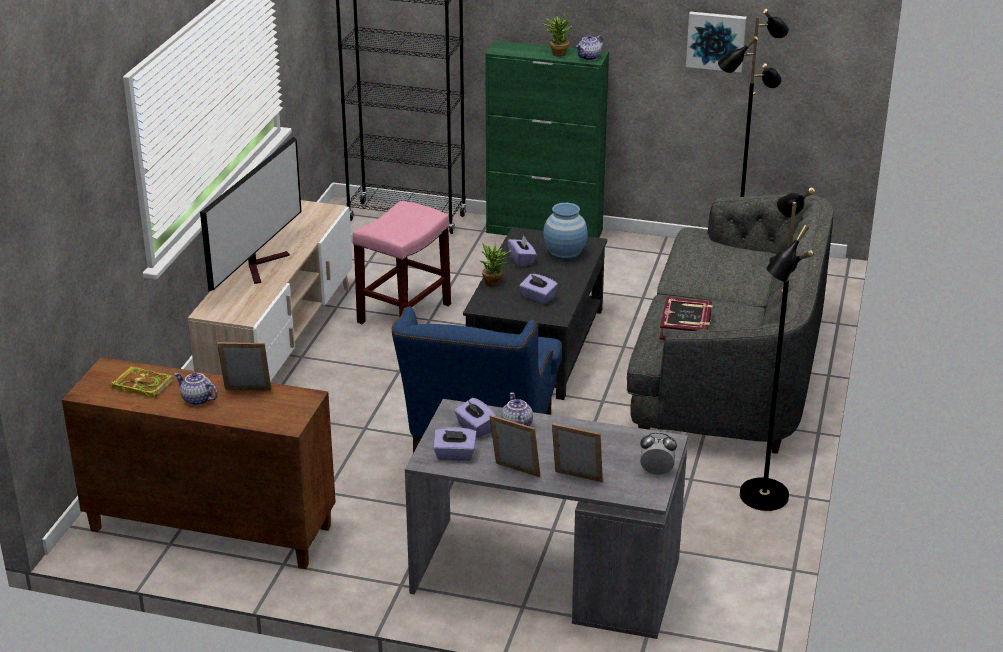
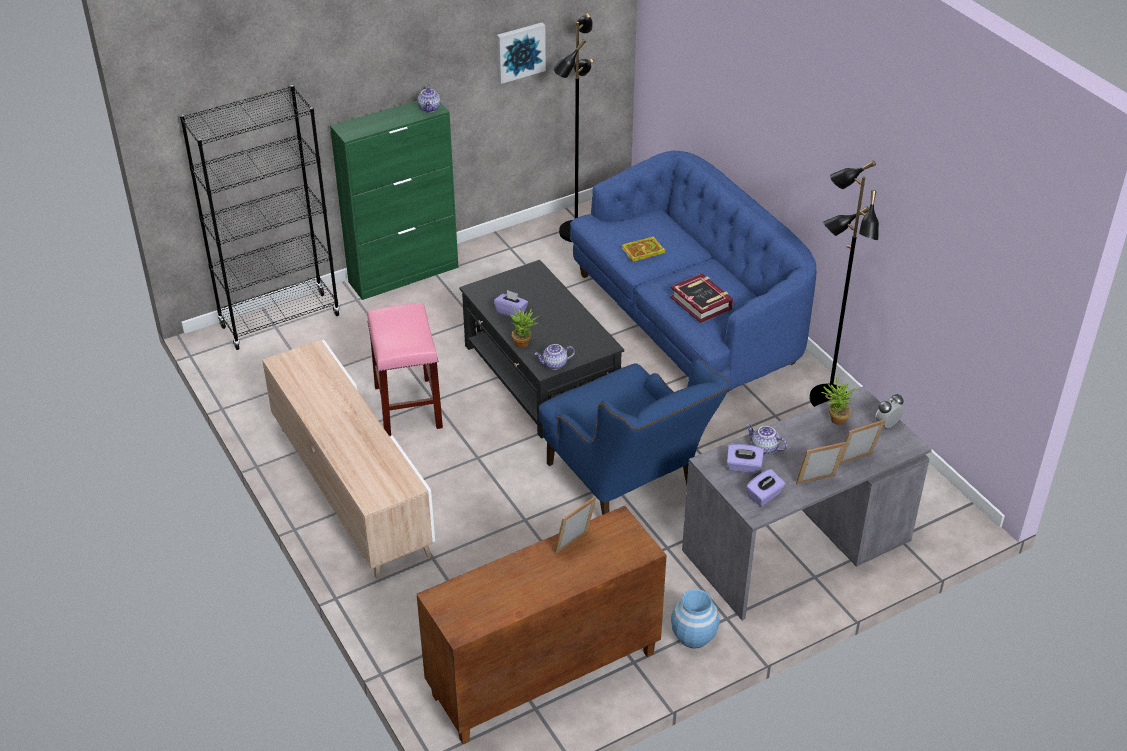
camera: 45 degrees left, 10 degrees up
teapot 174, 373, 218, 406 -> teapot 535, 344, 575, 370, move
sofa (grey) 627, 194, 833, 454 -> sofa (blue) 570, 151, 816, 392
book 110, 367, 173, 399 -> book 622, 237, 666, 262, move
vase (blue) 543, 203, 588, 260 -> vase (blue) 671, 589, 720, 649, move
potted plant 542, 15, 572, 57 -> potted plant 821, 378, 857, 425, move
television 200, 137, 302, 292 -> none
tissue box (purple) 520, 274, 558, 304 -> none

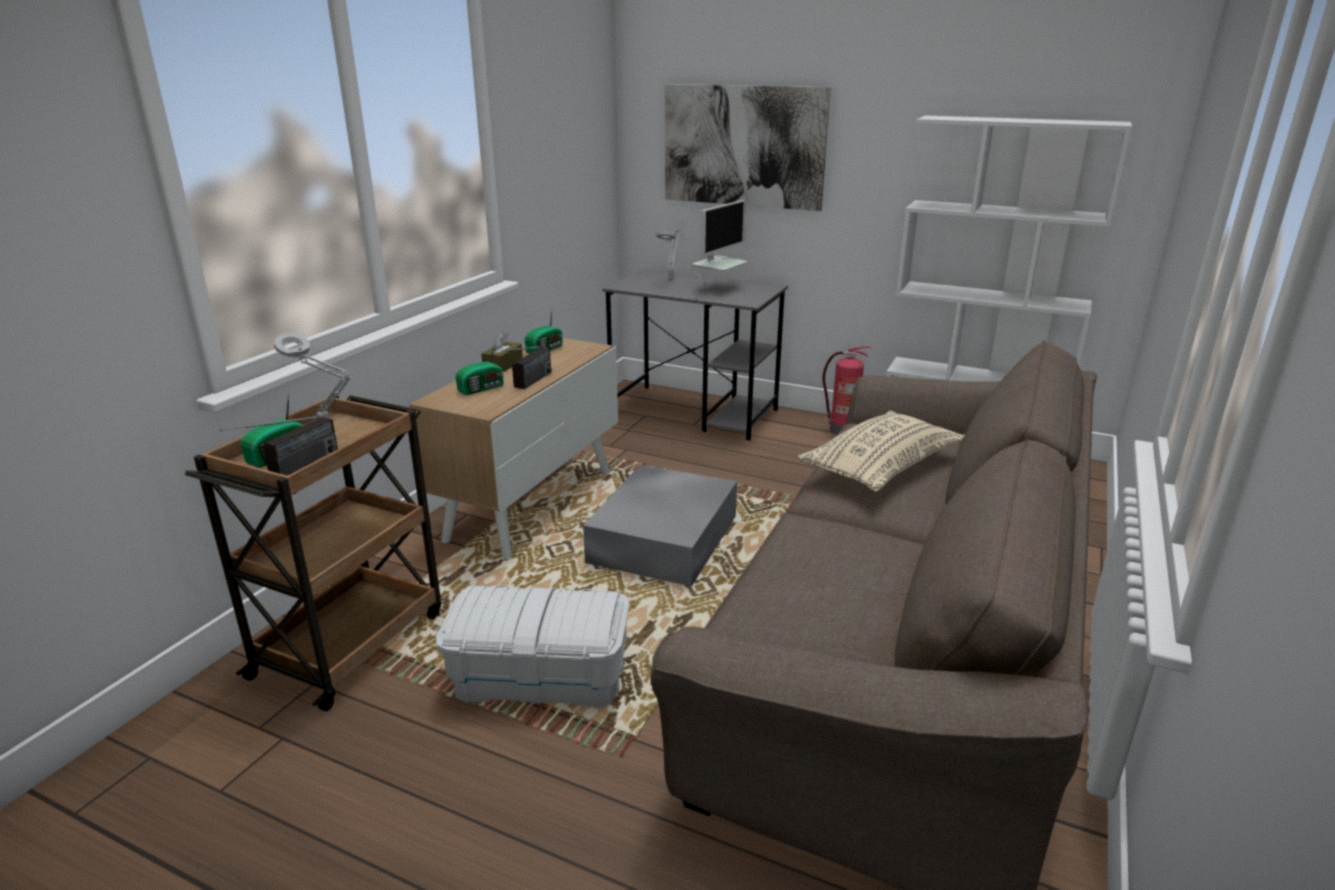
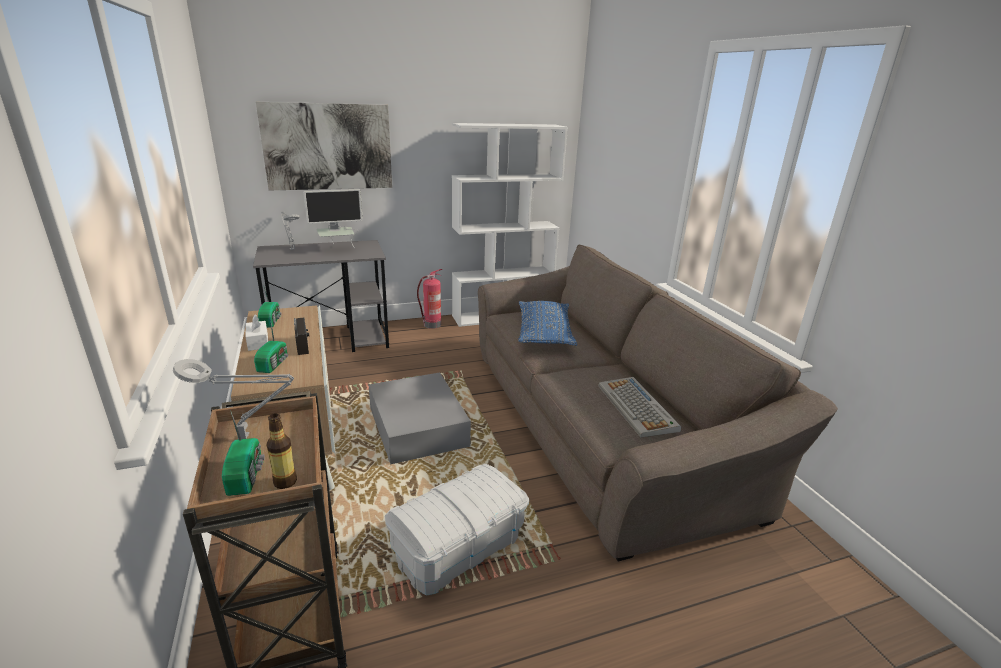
camera: 45 degrees left, 0 degrees up
tissue box (brown) 481, 332, 523, 372 -> tissue box (white) 246, 315, 268, 351
radio 220, 416, 338, 476 -> bottle 266, 413, 297, 489
monitor 692, 200, 748, 284 -> monitor 303, 189, 363, 248, 75 degrees clockwise
pillow (beige) 798, 411, 964, 492 -> pillow (blue) 518, 301, 577, 346
none -> keyboard 599, 377, 682, 437

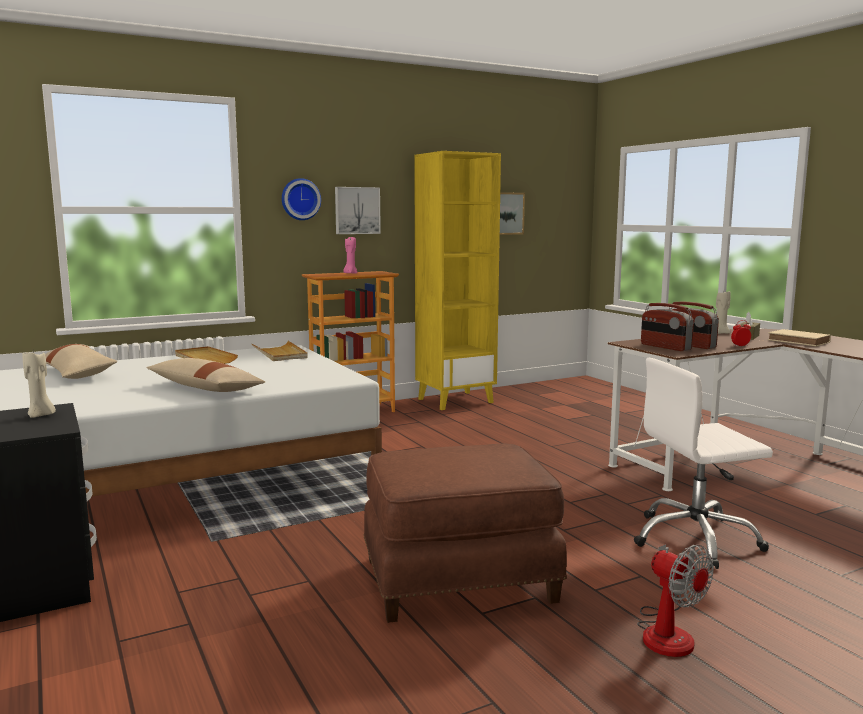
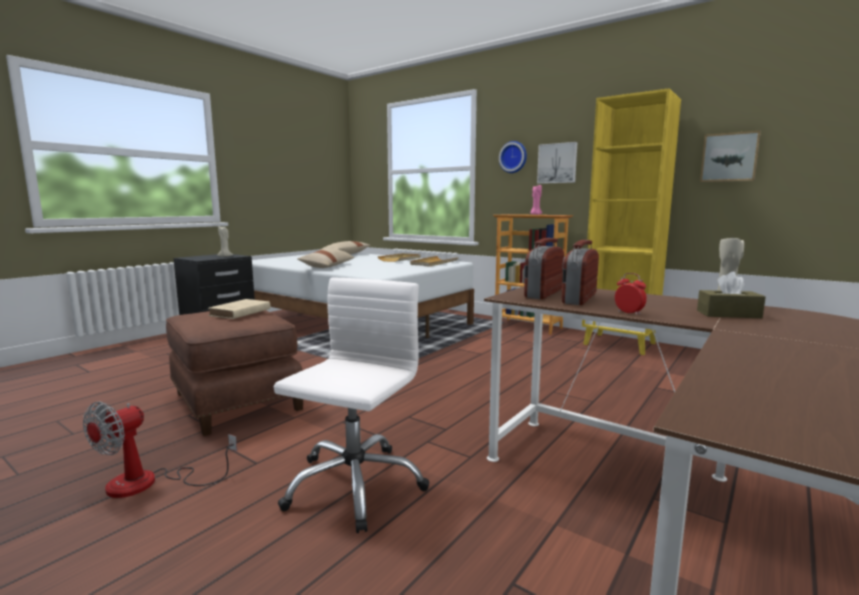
camera: 65 degrees right, 0 degrees up
book (beige) 768, 329, 831, 346 -> book (beige) 208, 299, 271, 319, move
office chair (white) 634, 358, 773, 569 -> office chair (white) 274, 278, 429, 533, 60 degrees clockwise

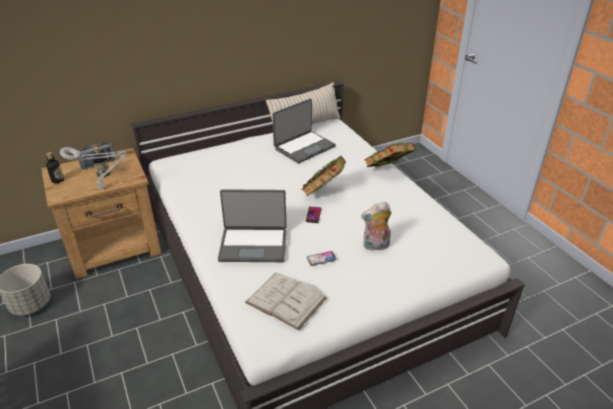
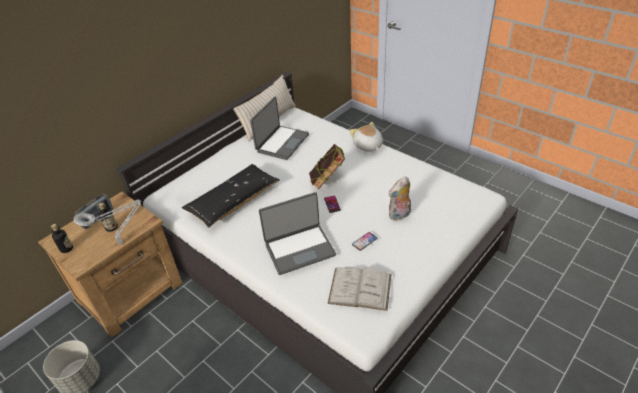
camera: 20 degrees left, 5 degrees up
none -> pillow (black) 182, 164, 280, 228
book 364, 142, 415, 167 -> plush toy 350, 122, 383, 152

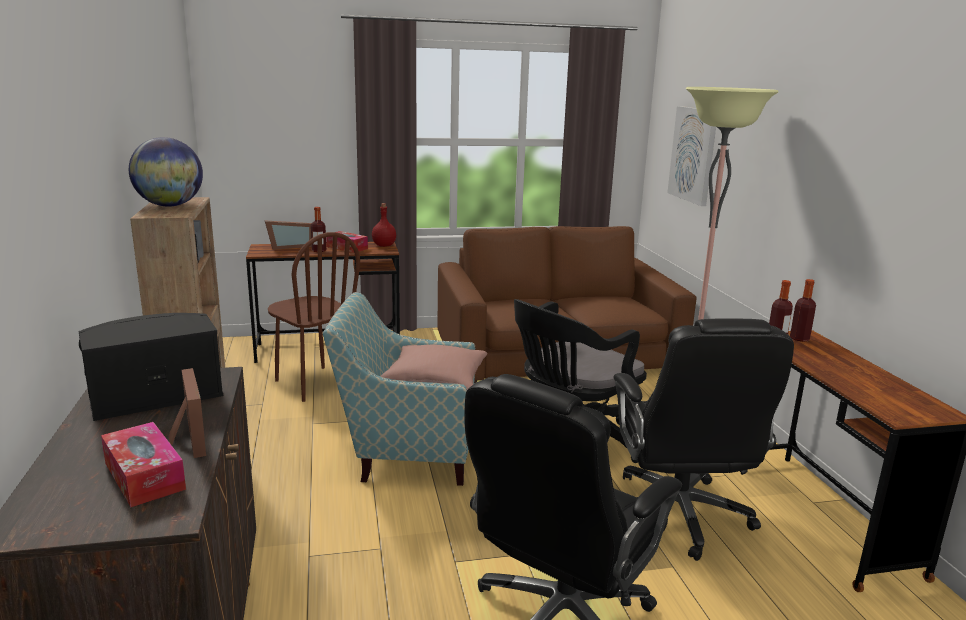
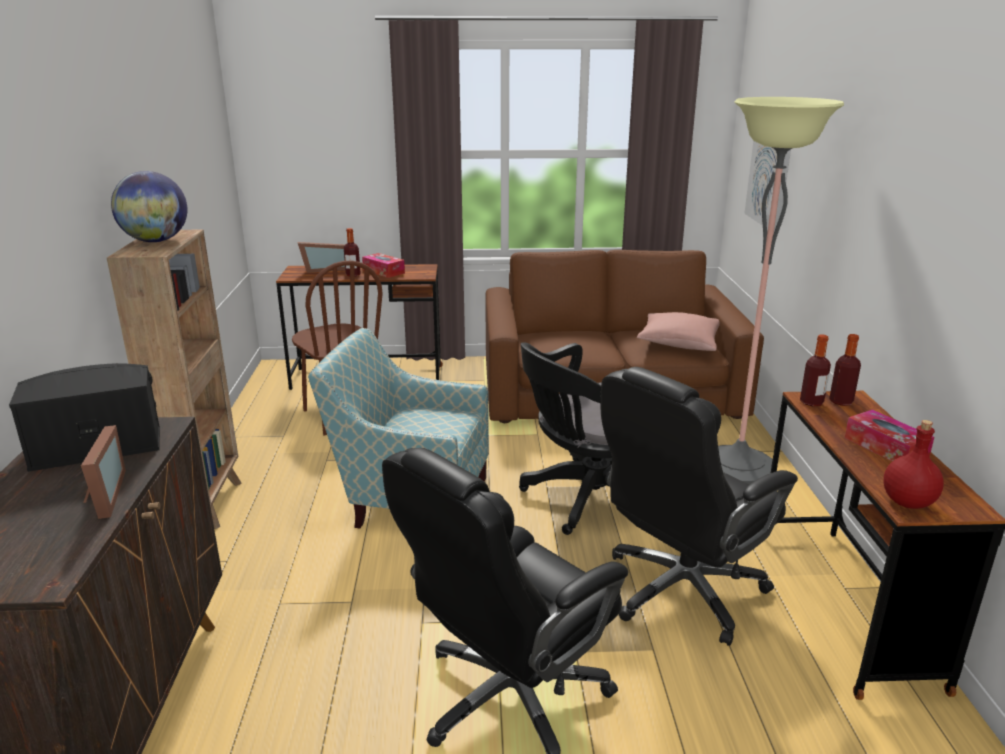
camera: 10 degrees right, 5 degrees up
office chair (black) 614, 318, 794, 561 -> office chair (black) 600, 367, 798, 646, 45 degrees clockwise
pillow (pink) 380, 345, 487, 390 -> pillow (pink) 637, 312, 720, 351, move
tissue box 101, 422, 186, 507 -> tissue box 845, 410, 934, 461, move
bottle (red) 372, 203, 396, 247 -> bottle (red) 883, 420, 944, 509, move

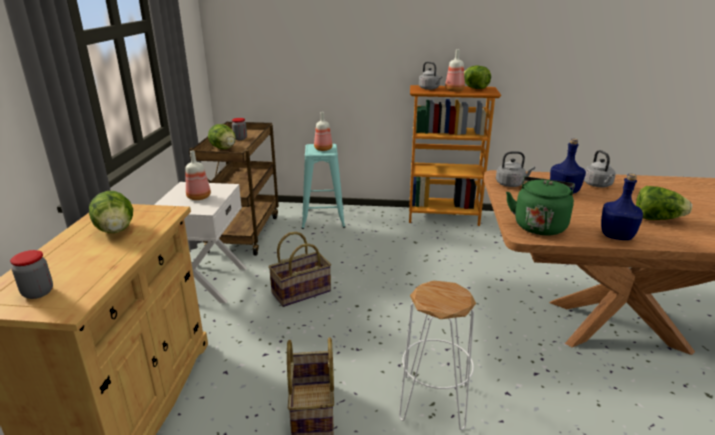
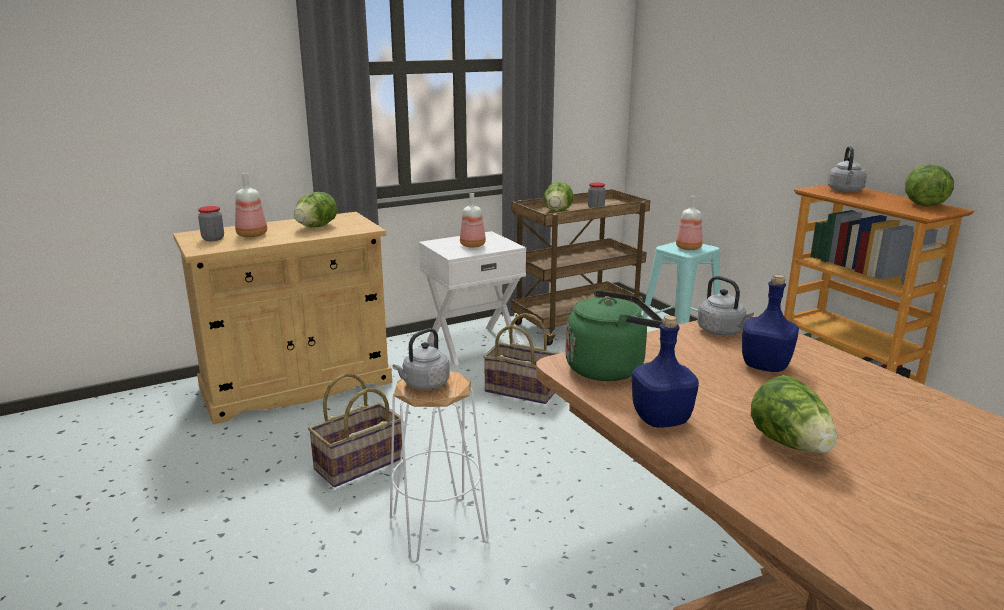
camera: 55 degrees right, 5 degrees down
bottle 445, 49, 465, 92 -> bottle 235, 173, 267, 237, move
kettle (grey) 584, 150, 616, 187 -> kettle (grey) 392, 328, 450, 390, move

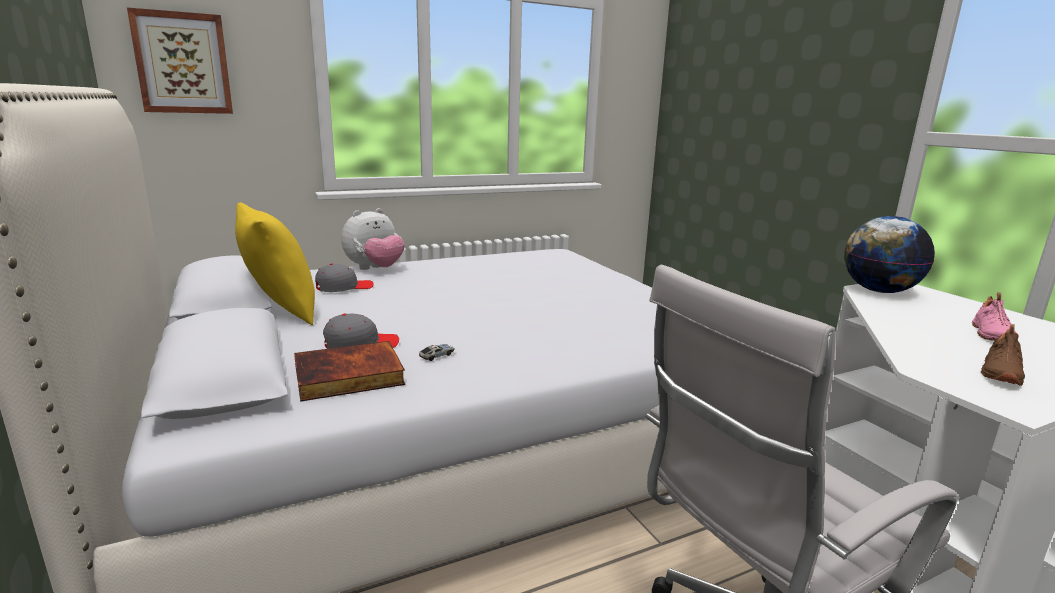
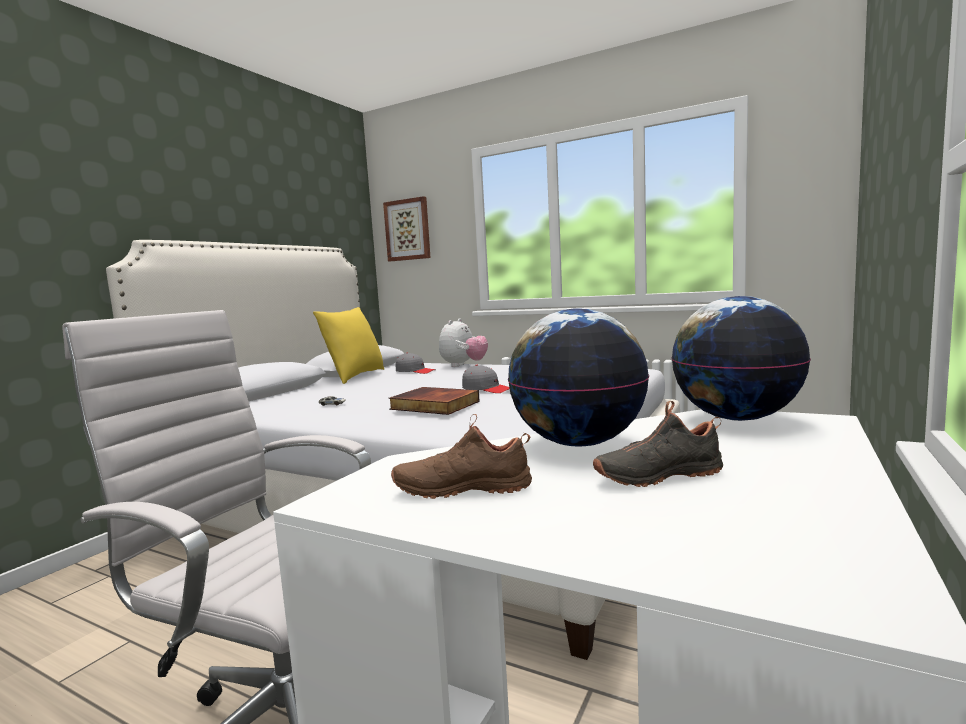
camera: 55 degrees right, 10 degrees down
book 294, 341, 405, 402 -> book 389, 387, 480, 415, move
plush toy 341, 208, 405, 270 -> plush toy 439, 318, 488, 367, 75 degrees counterclockwise
cap (grey) 323, 314, 399, 349 -> cap (grey) 462, 365, 510, 393, move
none -> globe 508, 308, 649, 446
shoe (pink) 972, 293, 1019, 341 -> shoe (black) 593, 401, 723, 487

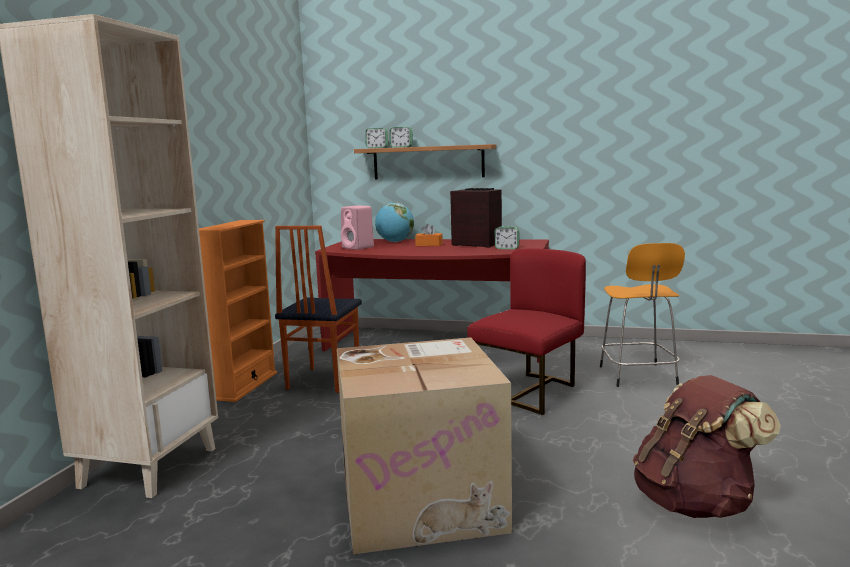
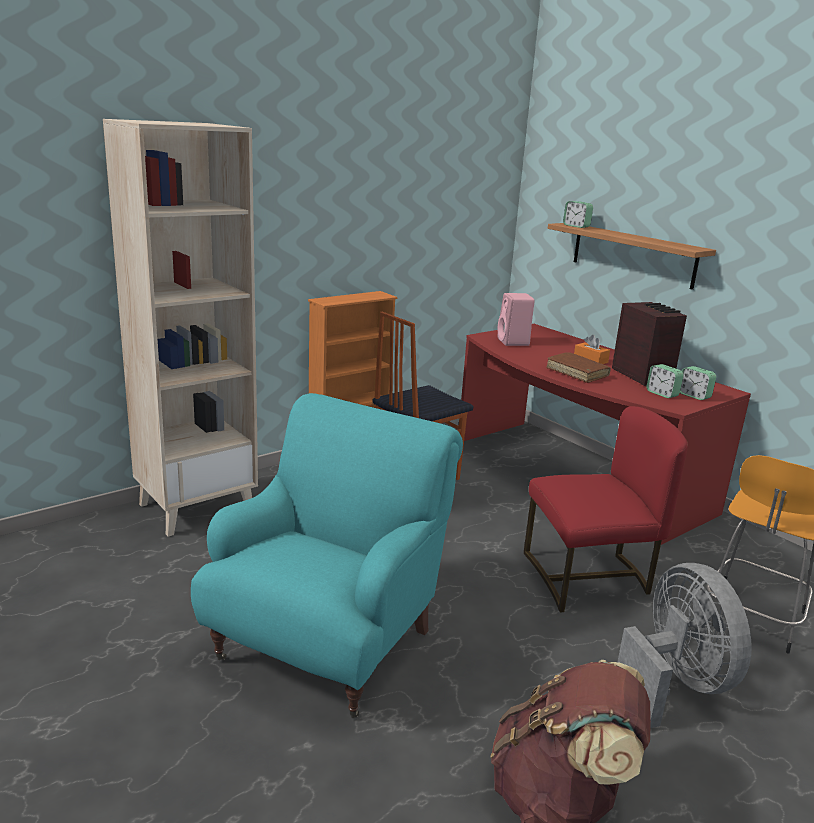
camera: 35 degrees right, 10 degrees up
cardboard box 337, 337, 512, 554 -> armchair (turquoise) 191, 393, 463, 718
none -> book (brown) 546, 352, 611, 383
none -> fan (grey) 618, 563, 752, 728
alarm clock 390, 127, 413, 147 -> alarm clock 680, 366, 716, 400, move
globe 375, 203, 414, 242 -> none

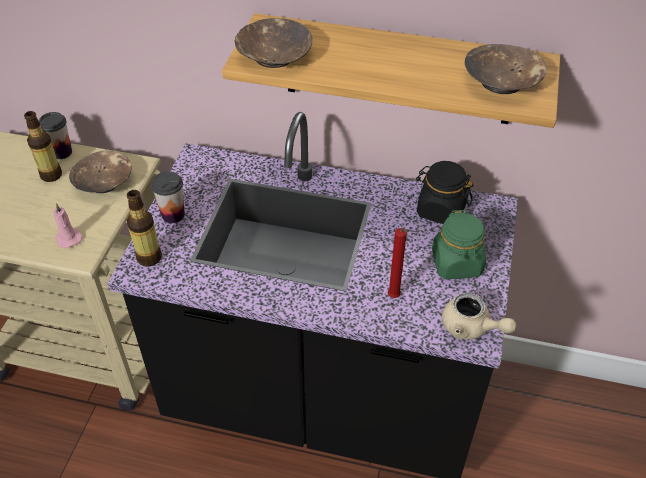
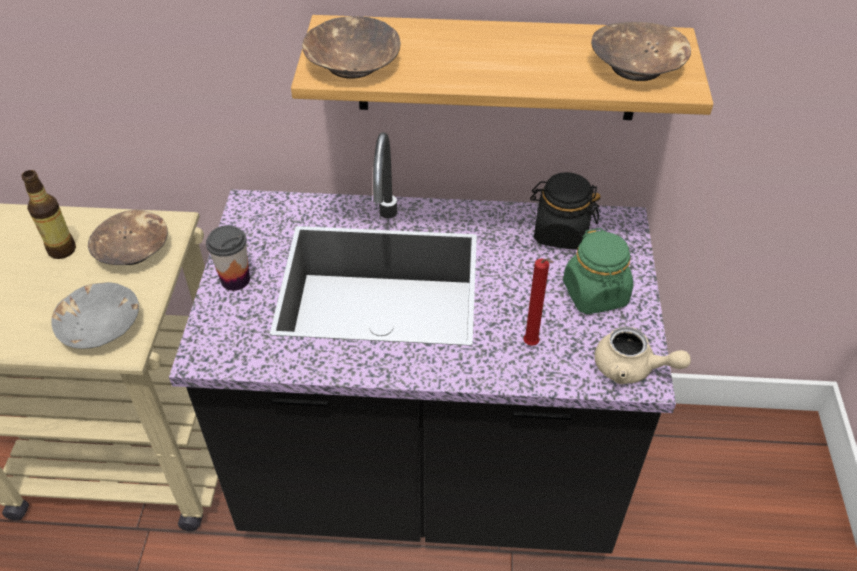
camera: 10 degrees left, 0 degrees up
candle (pink) 54, 203, 83, 248 -> bowl (grey) 51, 282, 139, 349
cup 39, 112, 72, 159 -> none
bottle 127, 190, 162, 267 -> none

